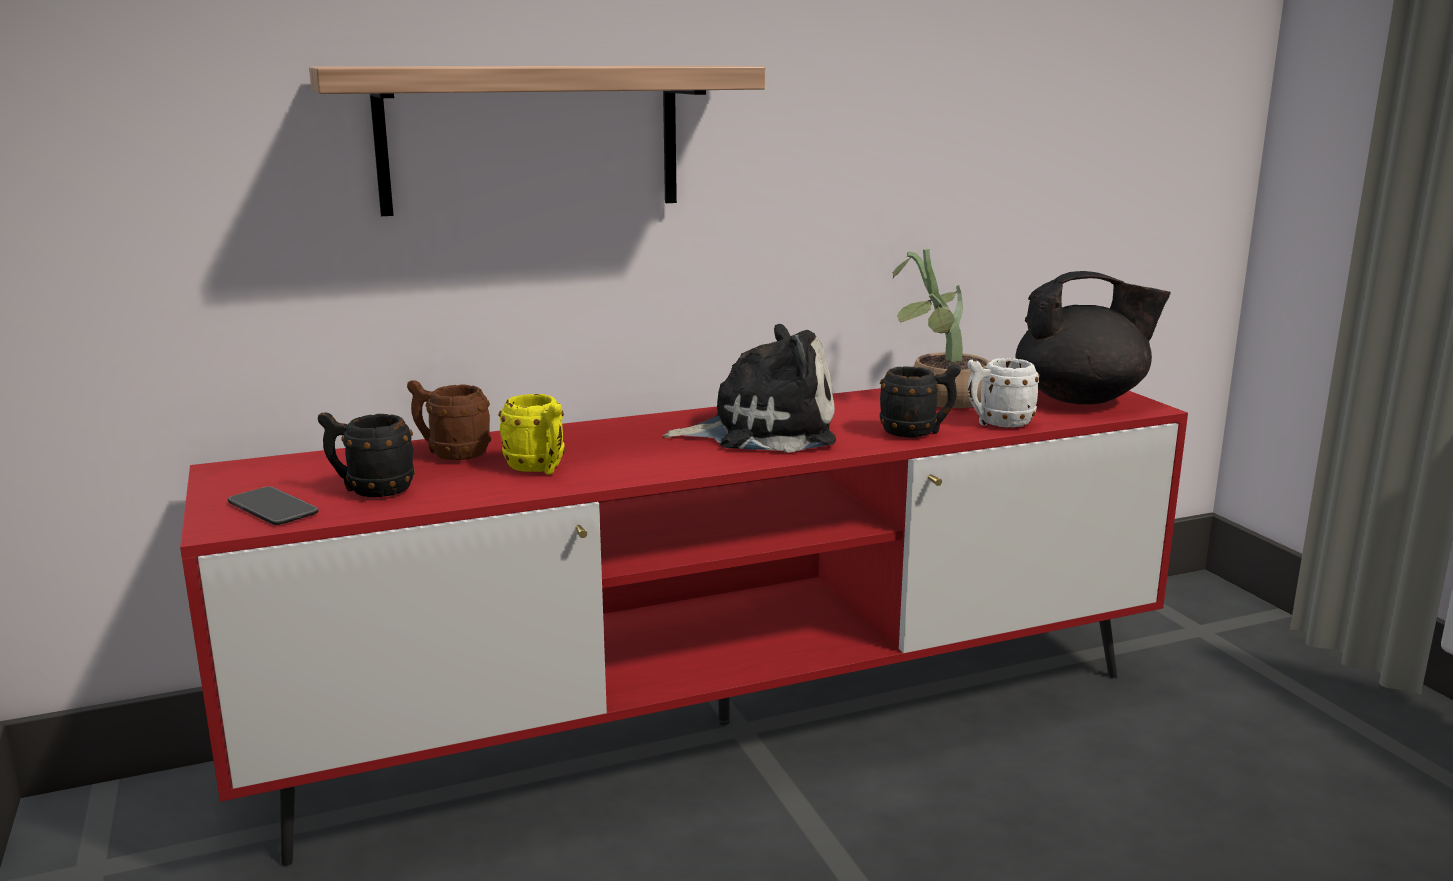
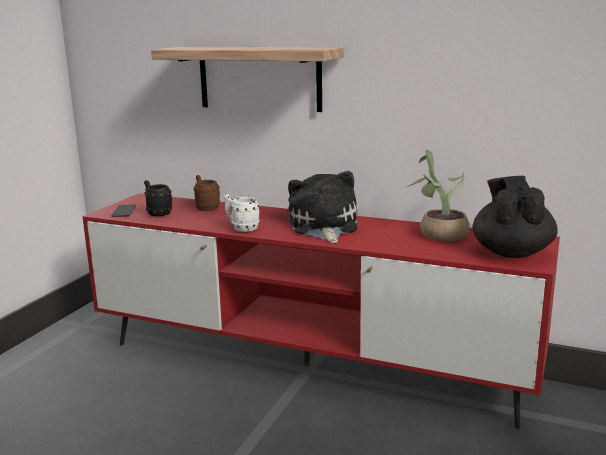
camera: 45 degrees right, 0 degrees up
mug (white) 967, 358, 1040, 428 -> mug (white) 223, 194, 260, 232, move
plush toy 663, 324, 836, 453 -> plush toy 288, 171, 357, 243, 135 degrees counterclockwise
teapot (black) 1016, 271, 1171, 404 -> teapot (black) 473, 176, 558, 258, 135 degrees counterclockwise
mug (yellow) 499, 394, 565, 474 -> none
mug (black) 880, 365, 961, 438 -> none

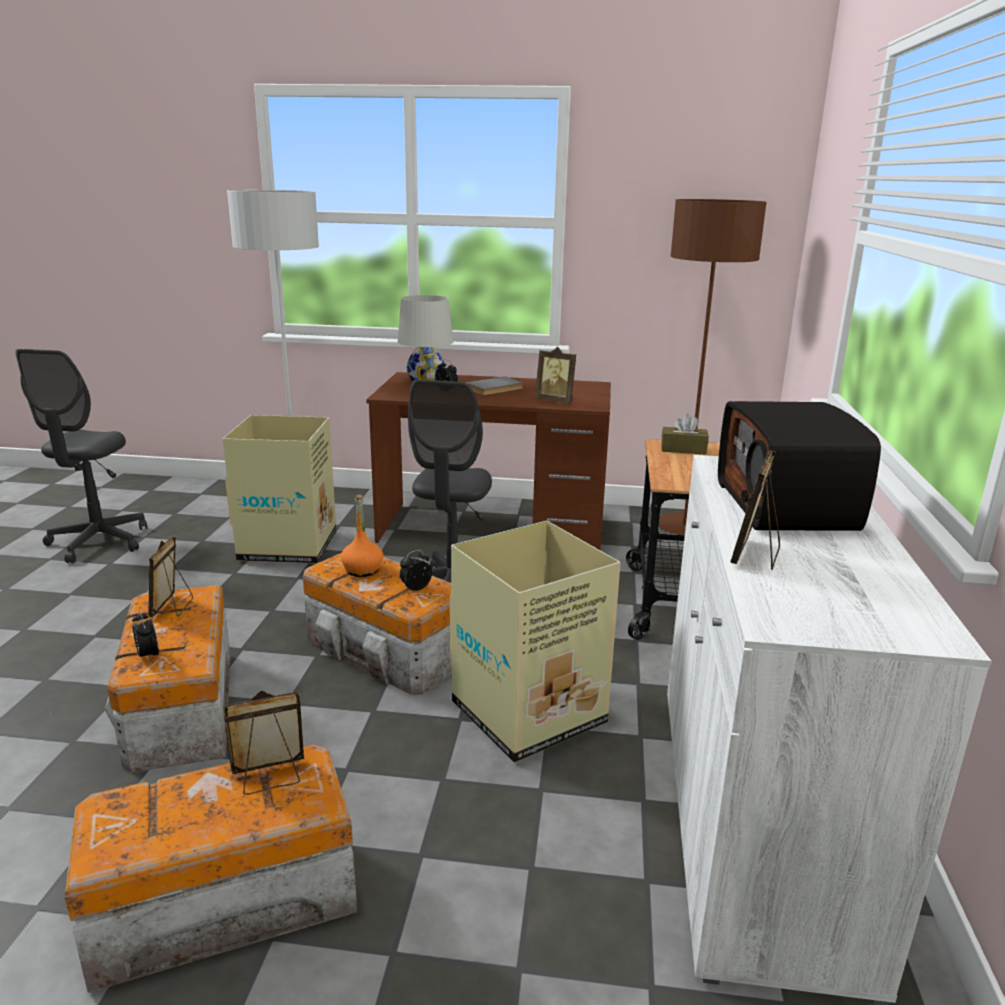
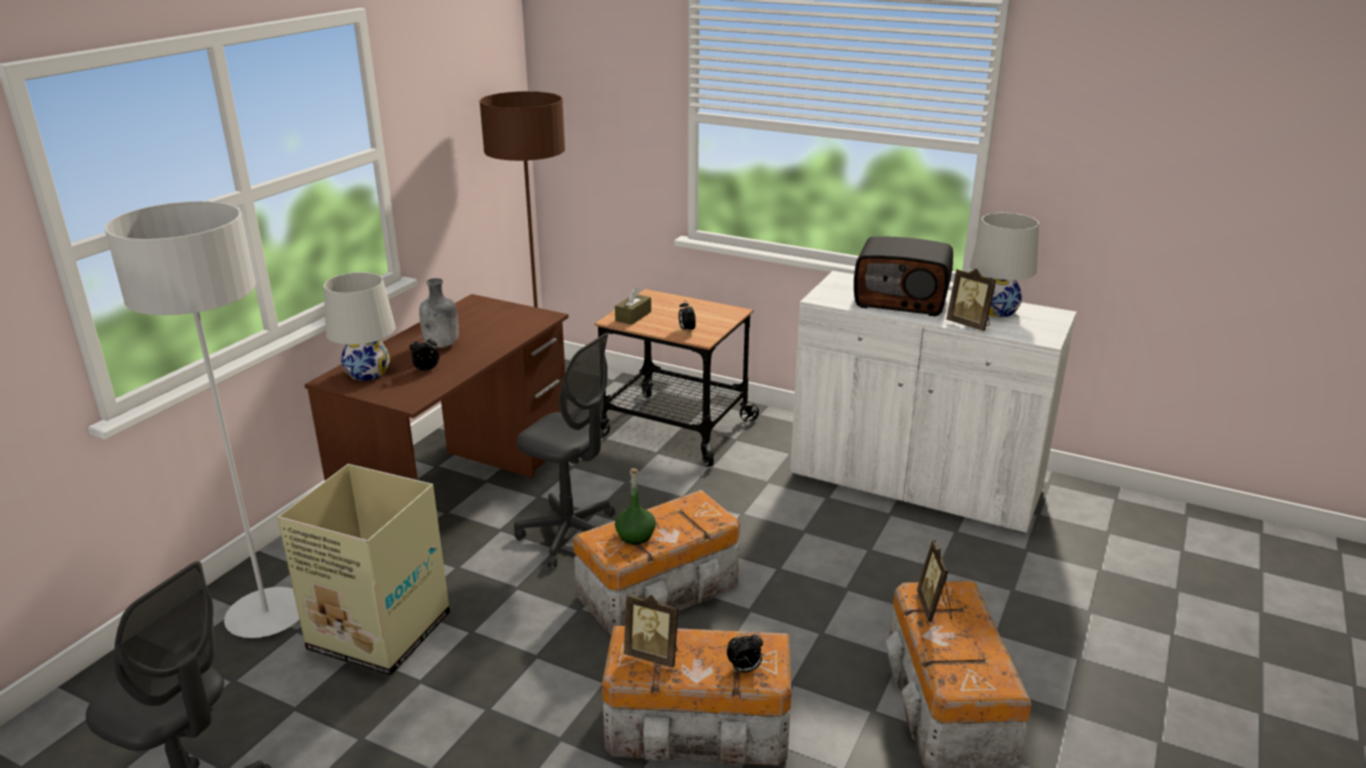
camera: 70 degrees left, 5 degrees up
book (grey) 465, 376, 523, 395 -> bottle (grey) 419, 278, 459, 348
bottle (orange) 341, 494, 383, 577 -> bottle (green) 615, 468, 656, 545
alarm clock 400, 550, 432, 591 -> alarm clock 679, 300, 696, 333, move
none -> table lamp (white) 970, 213, 1039, 317
cardboard box 450, 521, 621, 763 -> none
picture frame 535, 347, 576, 403 -> none

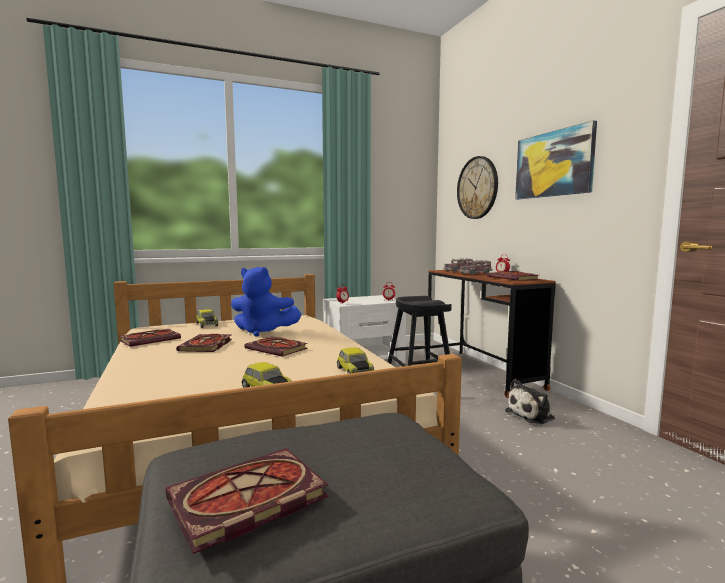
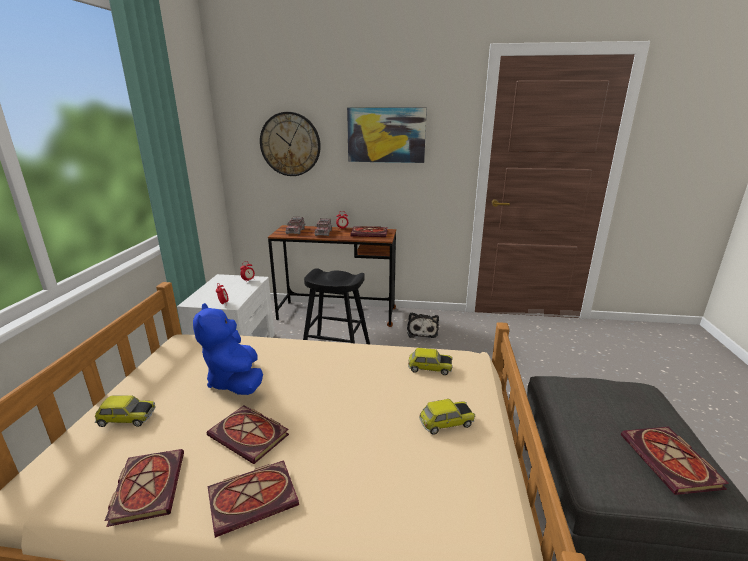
camera: 60 degrees left, 15 degrees up
plush toy (blue) 231, 267, 302, 337 -> plush toy (blue) 193, 303, 263, 395, 120 degrees clockwise
book 244, 336, 308, 357 -> book 207, 460, 299, 538, move

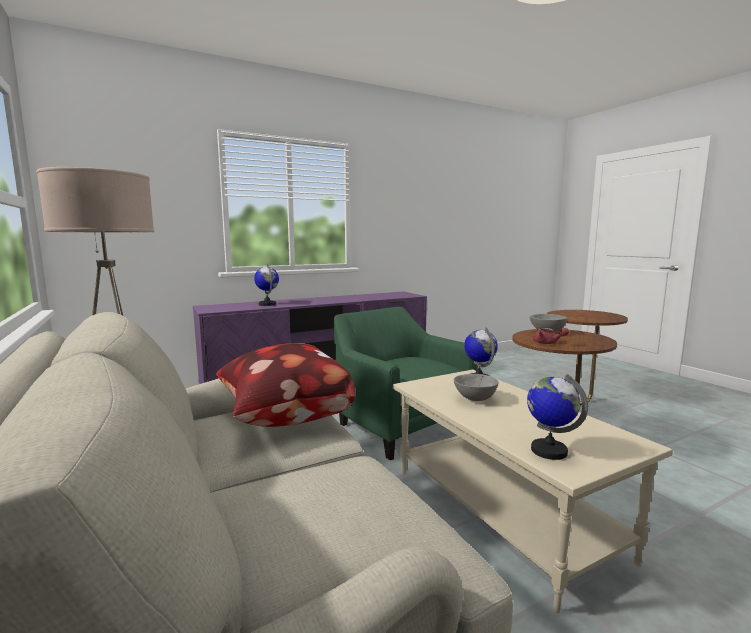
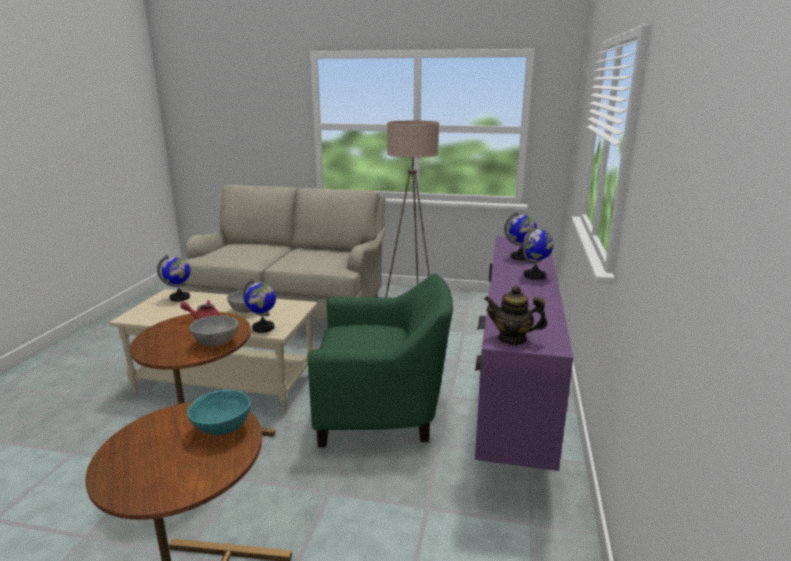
camera: 130 degrees right, 10 degrees up
none -> bowl (turquoise) 187, 389, 251, 435
none -> teapot 484, 286, 547, 345
none -> globe 522, 227, 554, 280
pillow 216, 343, 356, 427 -> none

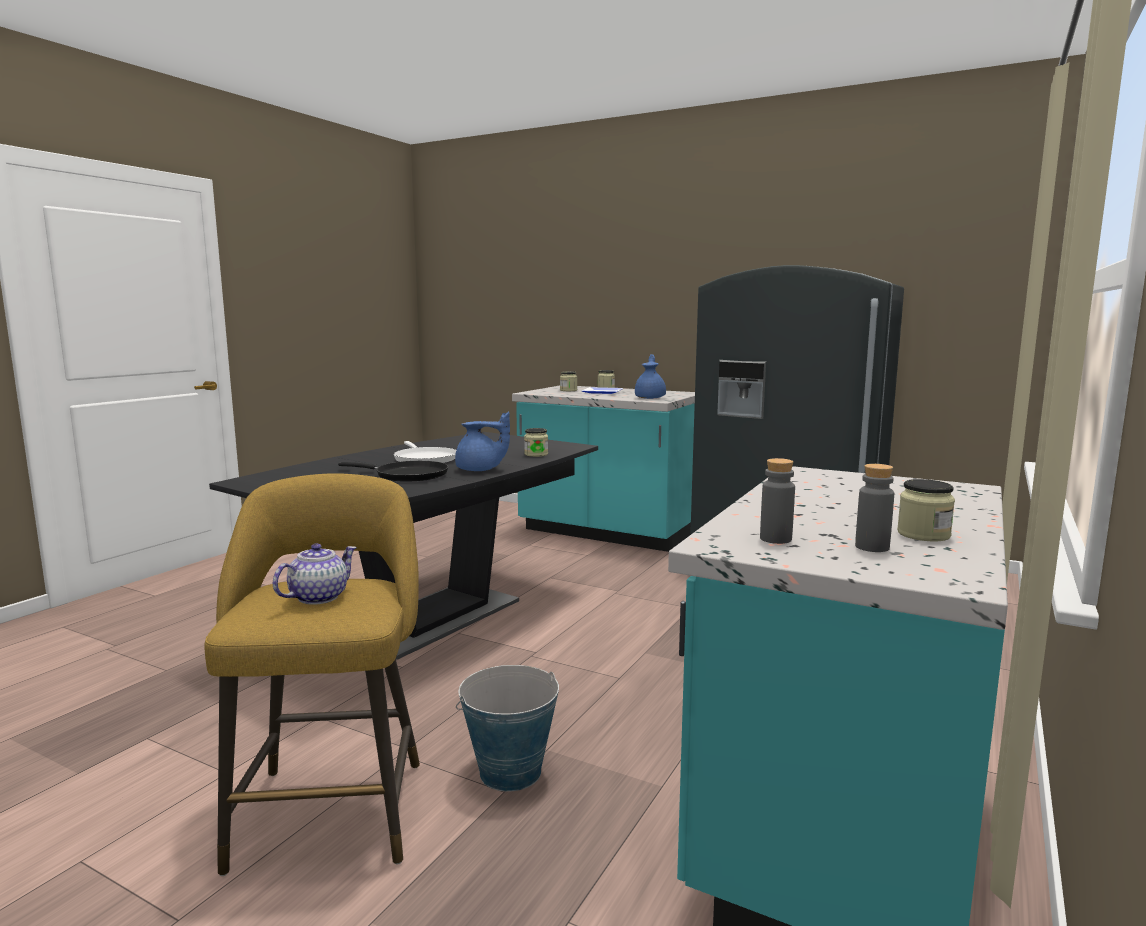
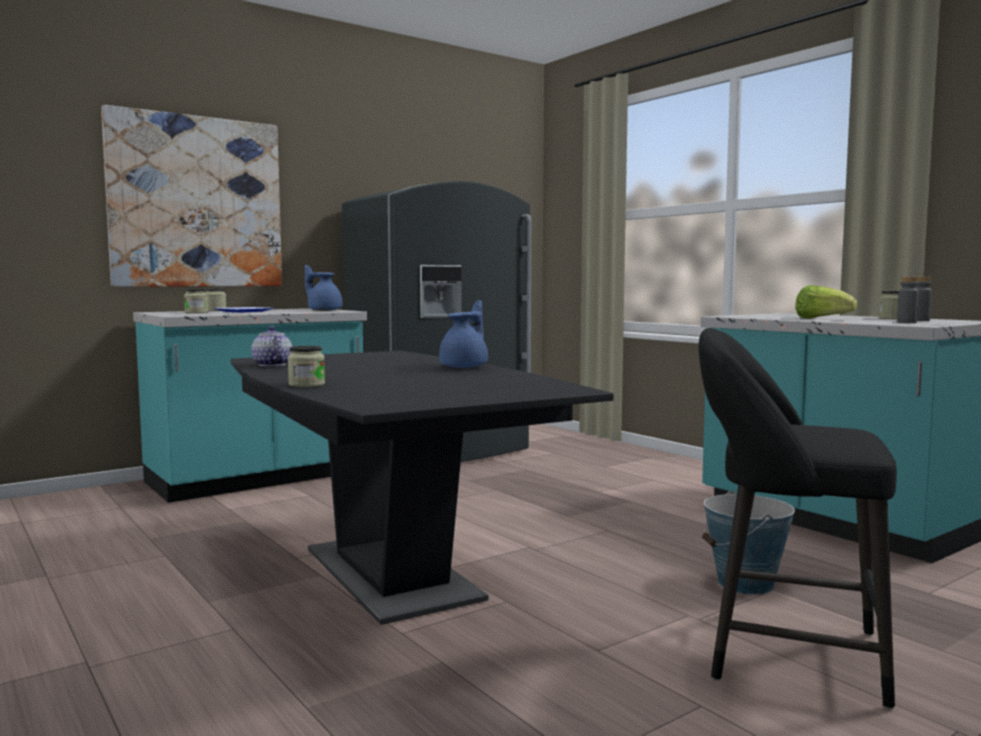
camera: 65 degrees left, 5 degrees down
none -> picture 101, 105, 282, 287
teapot 273, 543, 357, 605 -> teapot 251, 326, 292, 366, move
jar 524, 428, 548, 457 -> jar 288, 346, 325, 387, move
stool (yellow) 204, 473, 420, 876 -> stool (black) 699, 328, 897, 710
none -> lettuce 795, 285, 857, 319
frying pan (black) 338, 461, 448, 482 -> none
frying pan (white) 394, 441, 456, 463 -> none

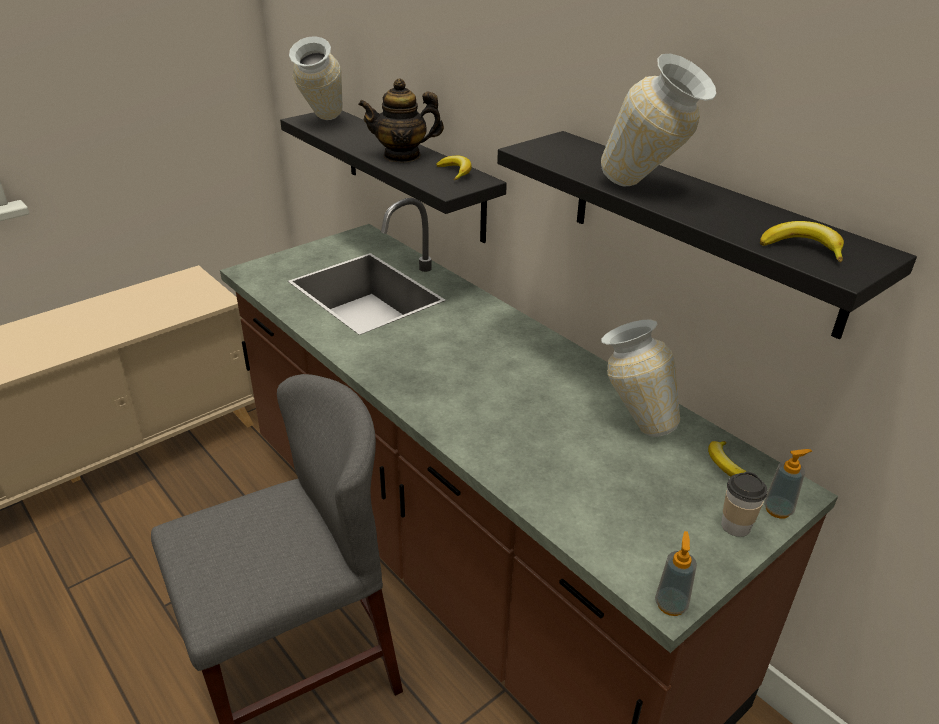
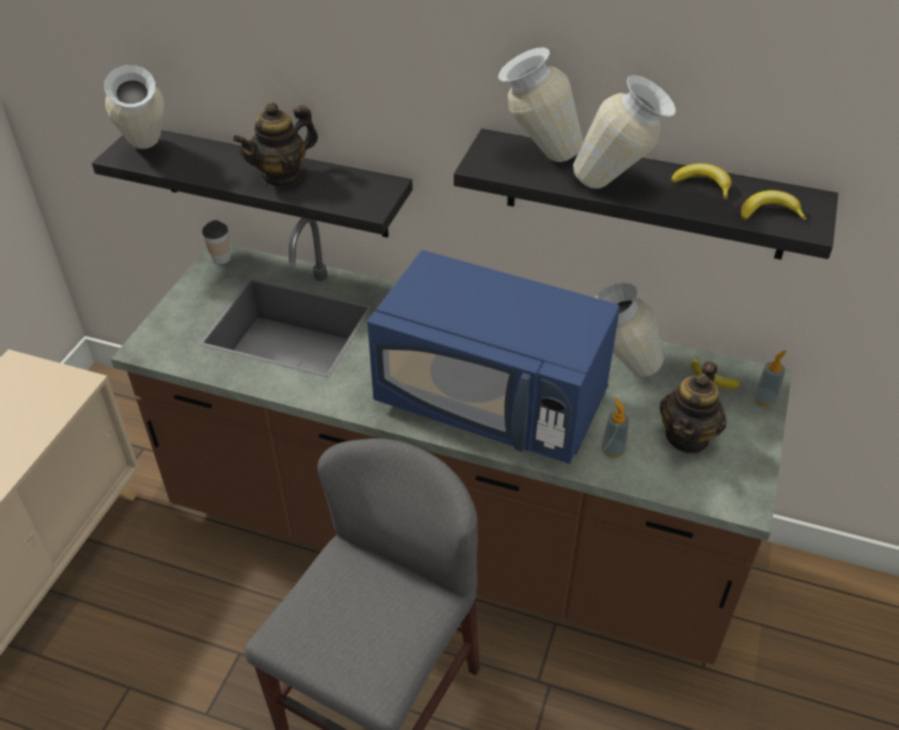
camera: 30 degrees left, 10 degrees up
cup 721, 472, 768, 537 -> cup 202, 220, 231, 265, move
none -> microwave (blue) 367, 250, 620, 464
none -> vase 498, 47, 583, 162
soap dispenser 655, 531, 697, 616 -> soap dispenser 601, 398, 629, 458, move
none -> teapot 660, 361, 726, 454
banana 436, 156, 472, 181 -> banana 671, 163, 731, 200, move

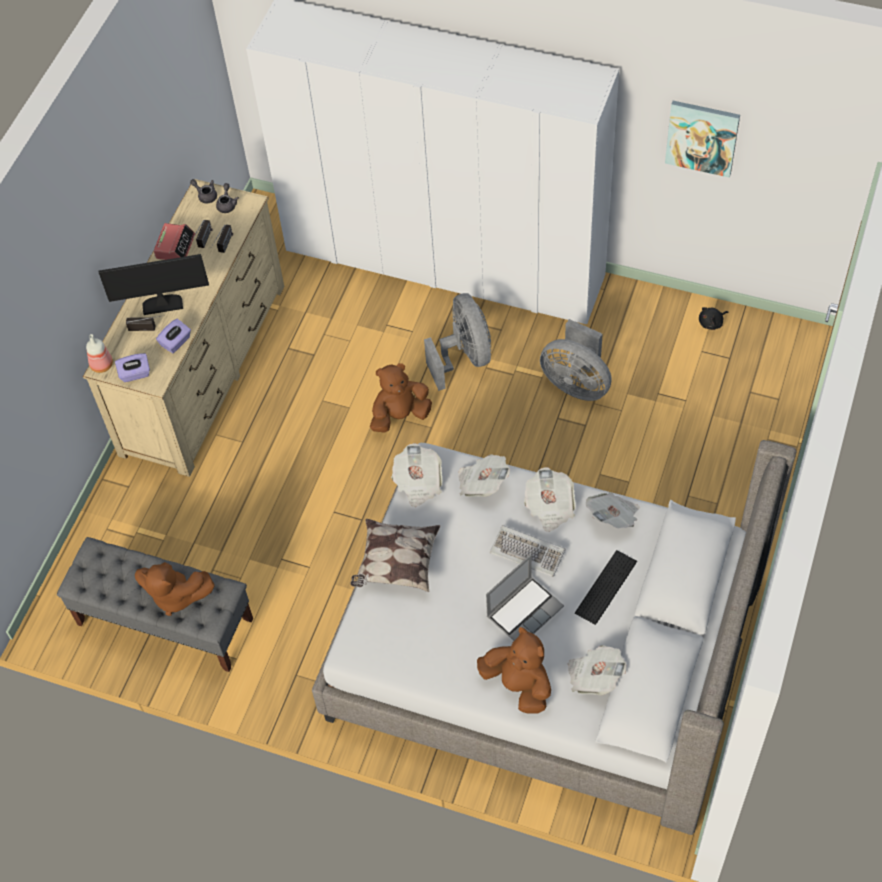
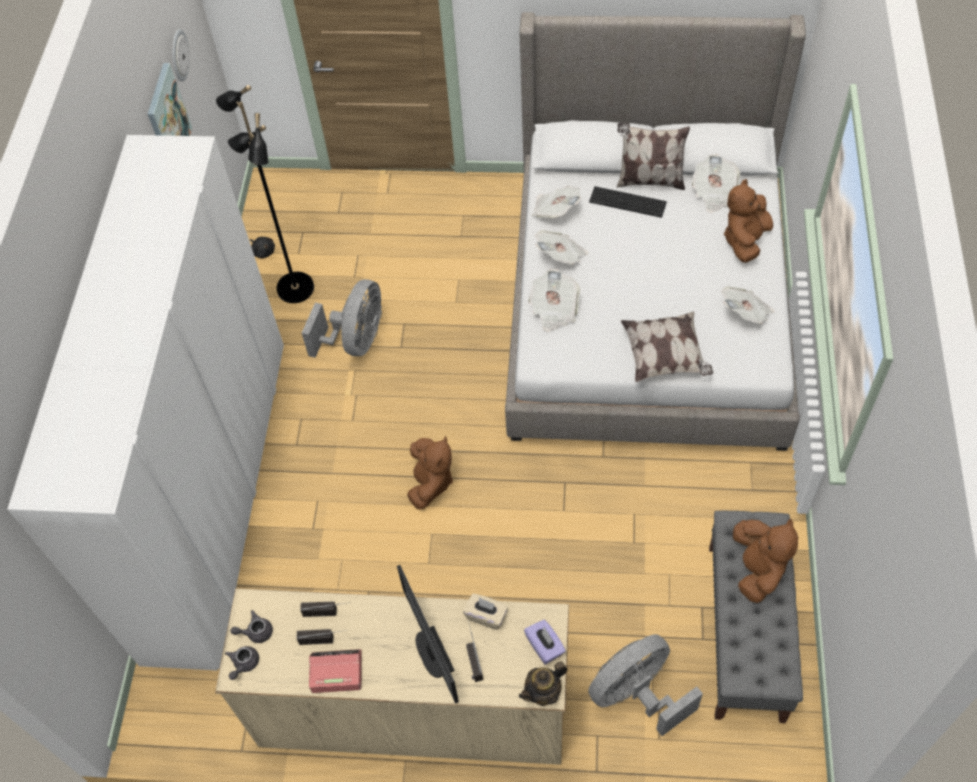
camera: 105 degrees left, 0 degrees up
none -> wall clock 172, 29, 190, 82
none -> floor lamp (black) 216, 85, 314, 303
plush toy (brown) 370, 363, 432, 433 -> plush toy (brown) 407, 436, 453, 510, 135 degrees counterclockwise
tissue box (purple) 156, 319, 191, 353 -> tissue box (beige) 463, 594, 508, 630
bottle 86, 334, 113, 373 -> teapot 519, 661, 568, 706
fan (grey) 424, 293, 491, 391 -> fan (grey) 588, 634, 703, 736, move
none -> pillow 616, 122, 690, 190
newspaper 392, 443, 442, 507 -> newspaper 722, 286, 774, 324, move
laptop 486, 555, 564, 641 -> none
keyboard 490, 525, 566, 577 -> none

